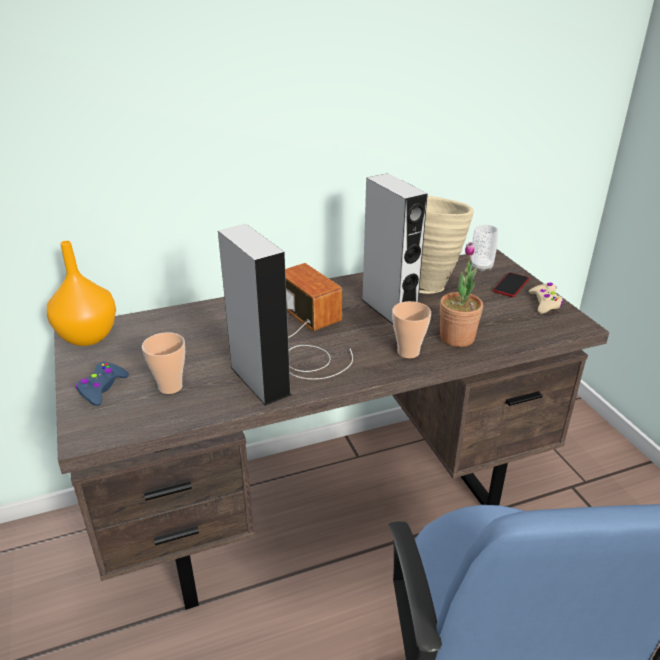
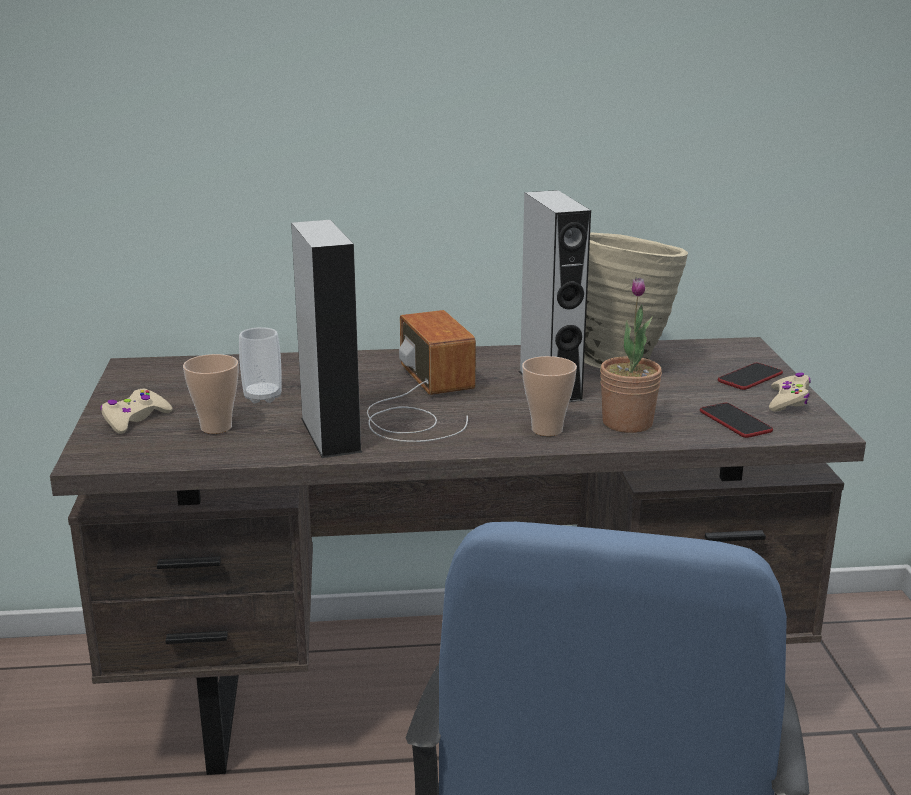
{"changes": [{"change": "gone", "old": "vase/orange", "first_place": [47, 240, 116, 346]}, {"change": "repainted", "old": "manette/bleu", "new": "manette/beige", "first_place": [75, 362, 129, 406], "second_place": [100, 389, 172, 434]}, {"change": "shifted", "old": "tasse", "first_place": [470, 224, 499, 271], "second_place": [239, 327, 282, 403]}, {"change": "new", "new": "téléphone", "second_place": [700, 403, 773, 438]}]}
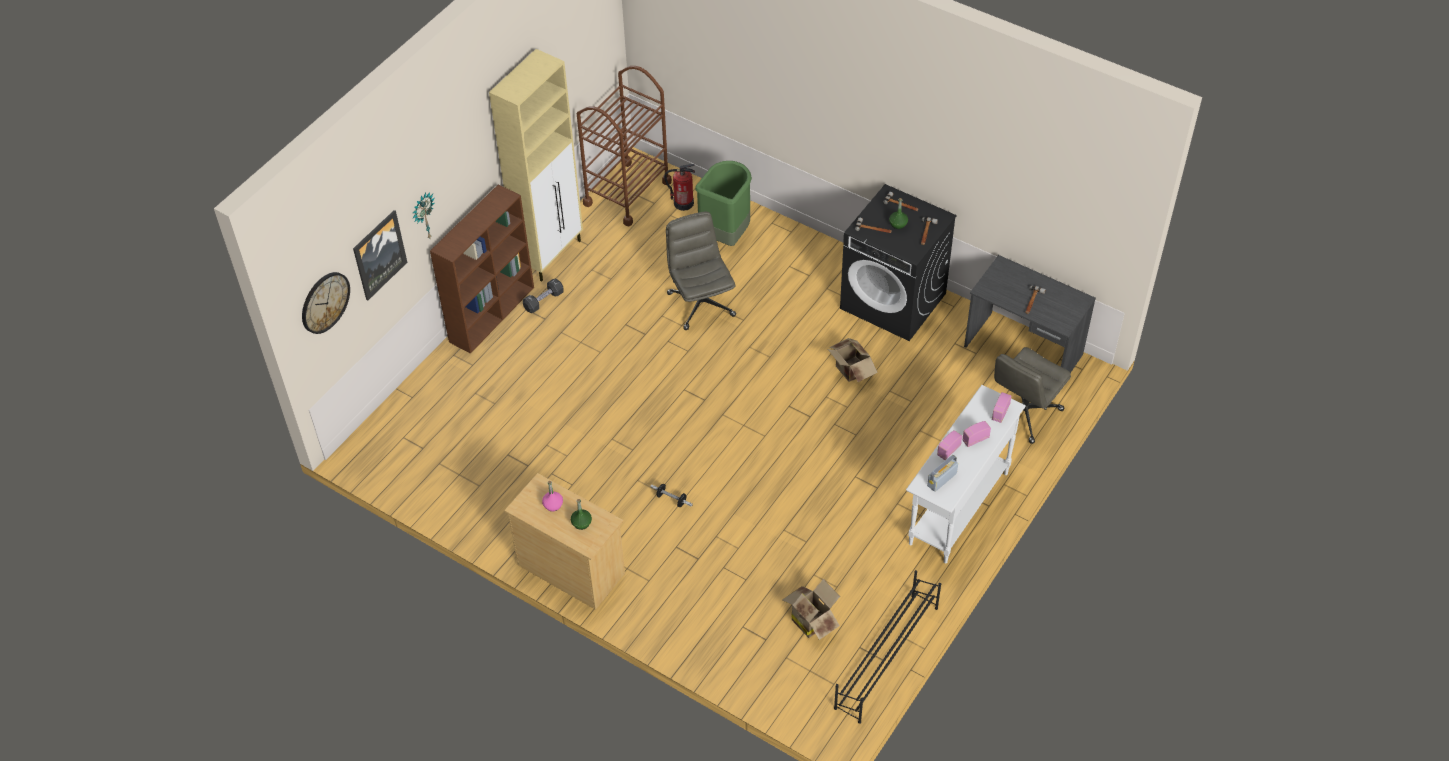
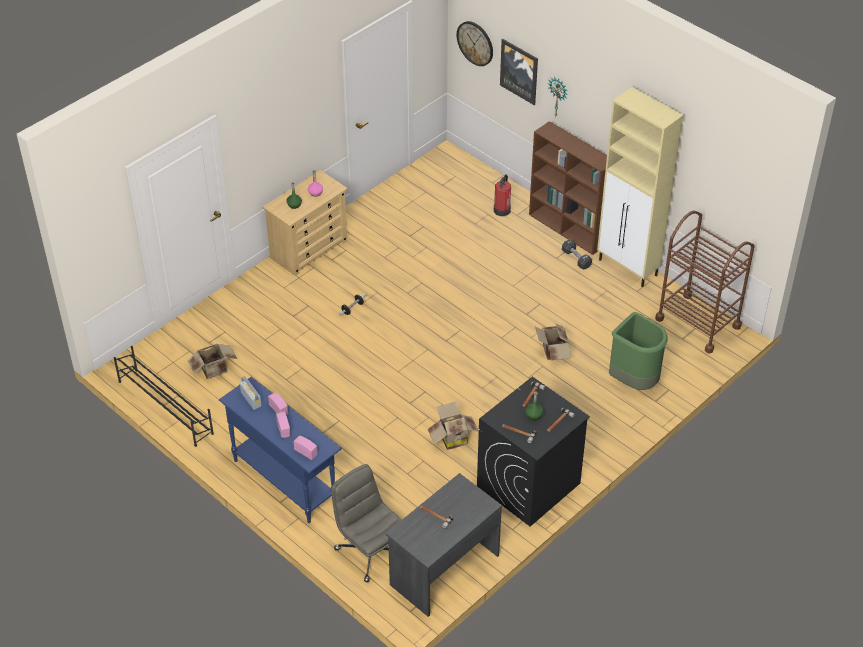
{"changes": [{"change": "shifted", "old": "extincteur", "first_place": [664, 164, 695, 211], "second_place": [494, 174, 511, 216]}, {"change": "swapped", "old": "chaise de bureau/gris", "new": "carton", "first_place": [666, 212, 736, 330], "second_place": [535, 324, 571, 360]}, {"change": "repainted", "old": "table console/blanc", "new": "table console/bleu", "first_place": [906, 385, 1026, 563], "second_place": [219, 377, 342, 523]}]}
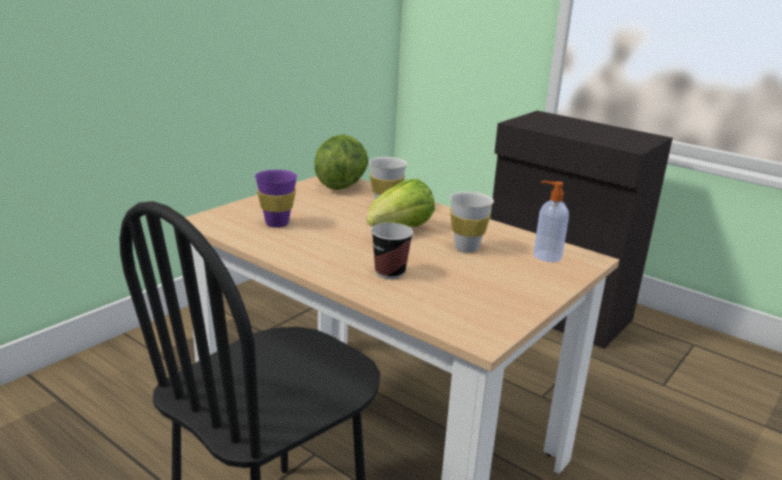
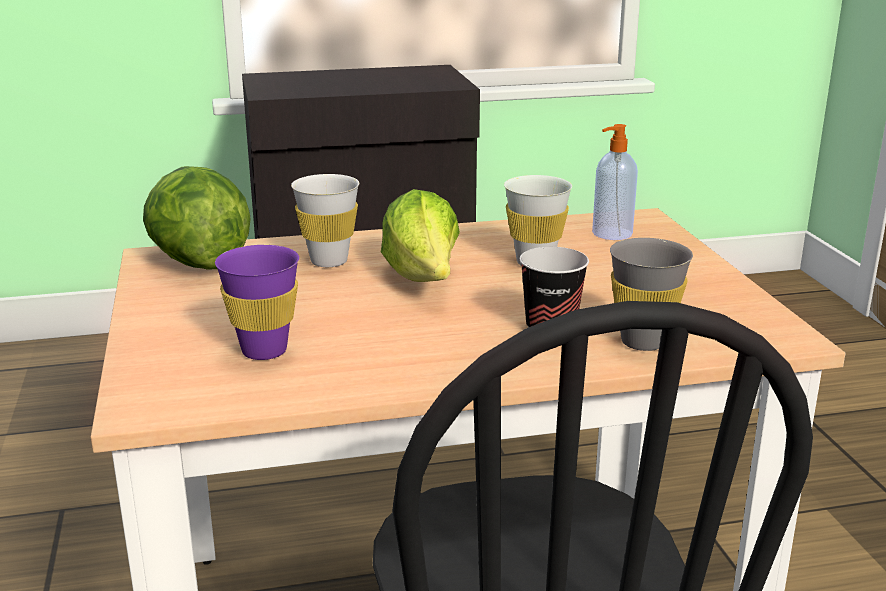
{"changes": [{"change": "new", "new": "tasse/gris", "second_place": [610, 238, 693, 351]}]}
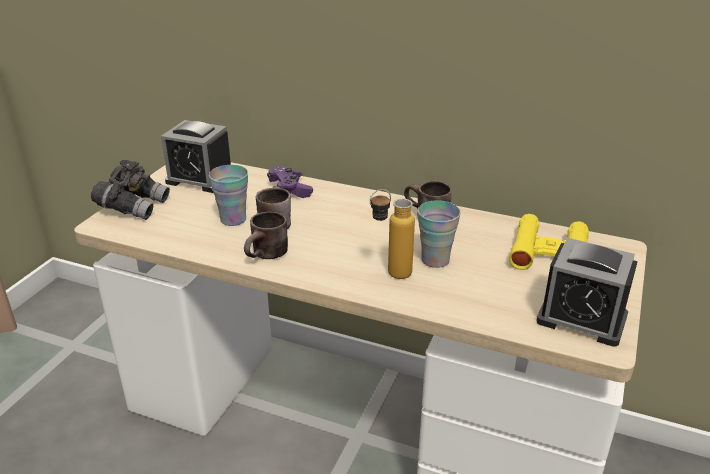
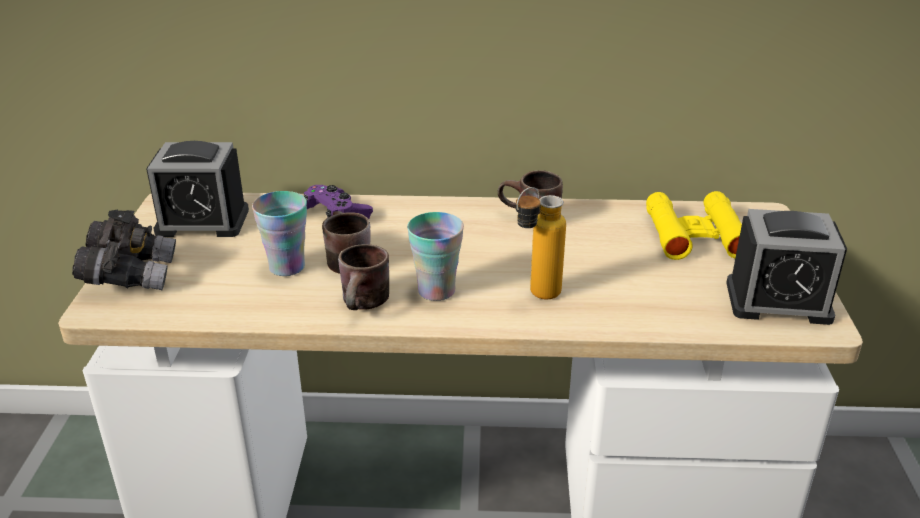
{"changes": [{"change": "shifted", "old": "tasse", "first_place": [418, 200, 461, 268], "second_place": [407, 212, 464, 301]}]}
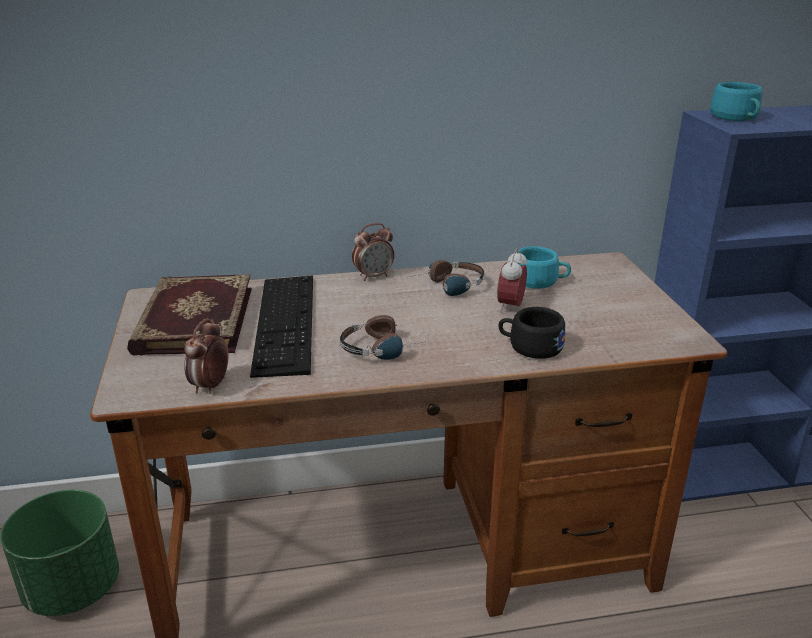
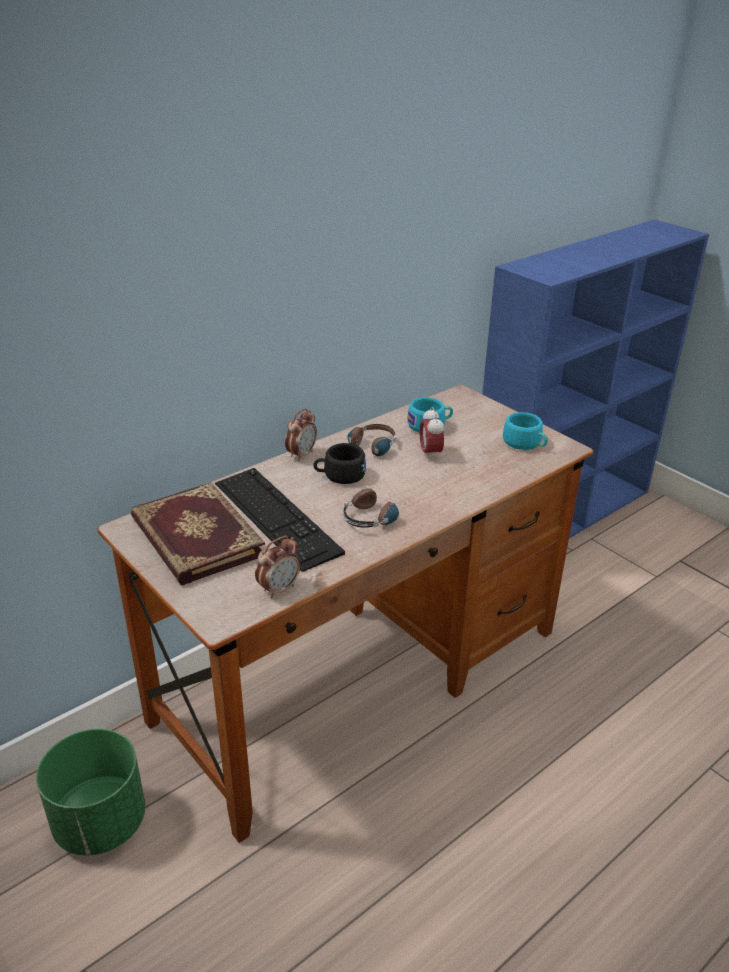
{"changes": [{"change": "rotated", "old": "réveil", "first_place": [184, 318, 229, 394], "second_place": [255, 536, 301, 599], "degrees": -120}, {"change": "shifted", "old": "tasse/noir", "first_place": [499, 307, 565, 359], "second_place": [313, 443, 366, 484]}, {"change": "shifted", "old": "tasse/turquoise", "first_place": [710, 82, 763, 121], "second_place": [503, 412, 548, 450]}]}
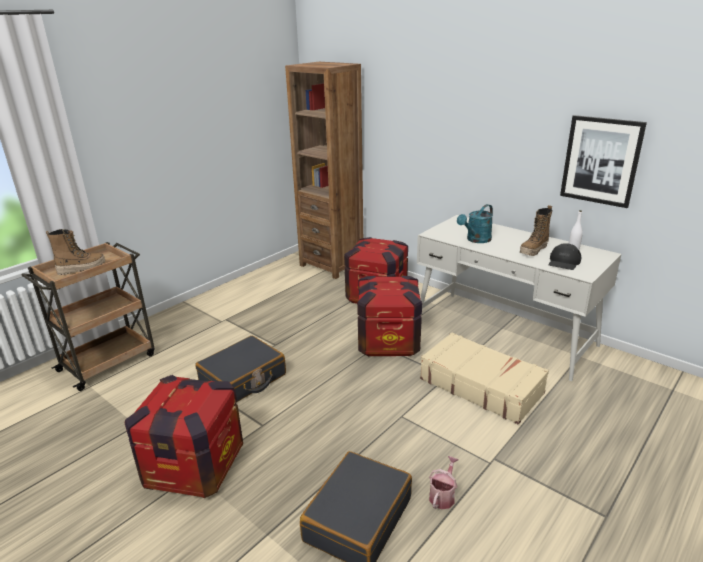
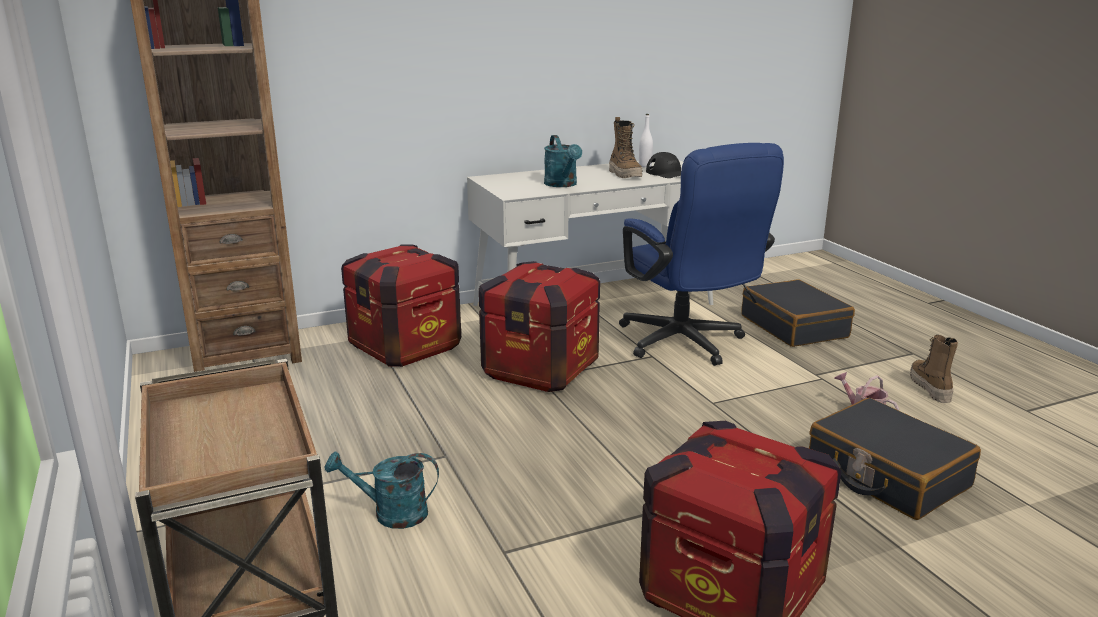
{"changes": [{"change": "shifted", "old": "botte", "first_place": [46, 229, 105, 275], "second_place": [910, 335, 958, 403]}, {"change": "shifted", "old": "valise/noir", "first_place": [195, 336, 286, 402], "second_place": [741, 279, 855, 347]}, {"change": "swapped", "old": "valise/beige", "new": "chaise de bureau/bleu", "first_place": [420, 332, 549, 424], "second_place": [619, 143, 784, 366]}, {"change": "gone", "old": "tableau", "first_place": [560, 115, 647, 208]}, {"change": "new", "new": "arrosoir/turquoise", "second_place": [325, 451, 439, 529]}]}
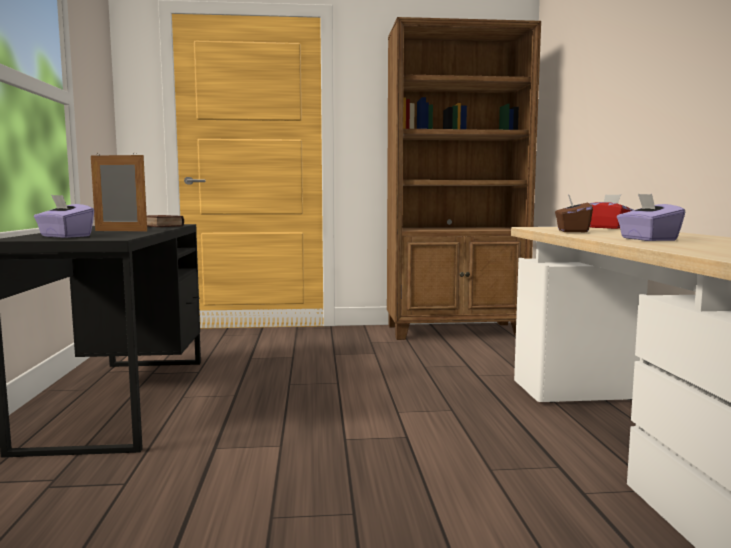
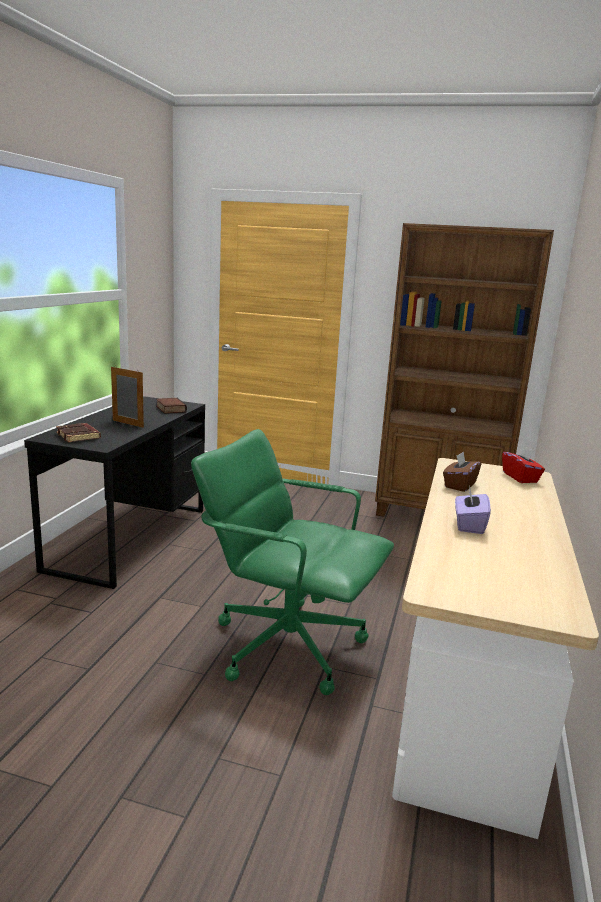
{"changes": [{"change": "swapped", "old": "boîte à mouchoirs/violet", "new": "livre/marron", "first_place": [34, 195, 94, 238], "second_place": [56, 423, 101, 442]}, {"change": "new", "new": "chaise de bureau/vert", "second_place": [191, 429, 394, 695]}]}
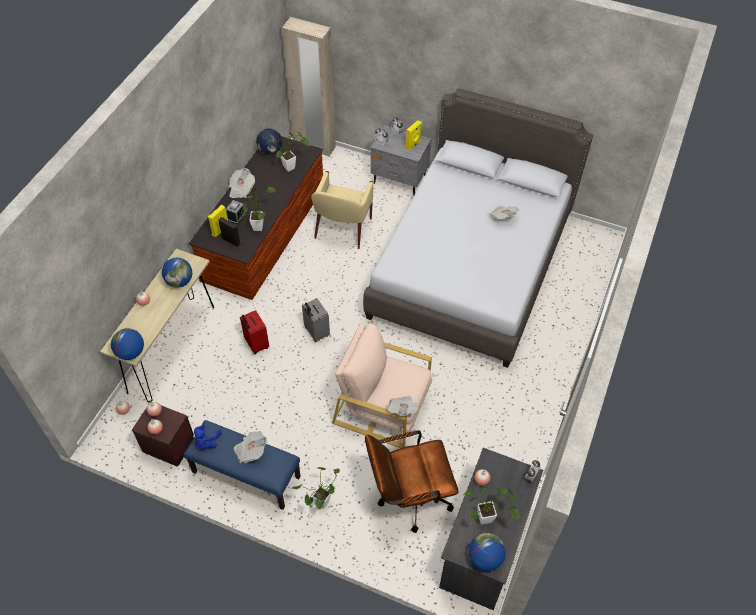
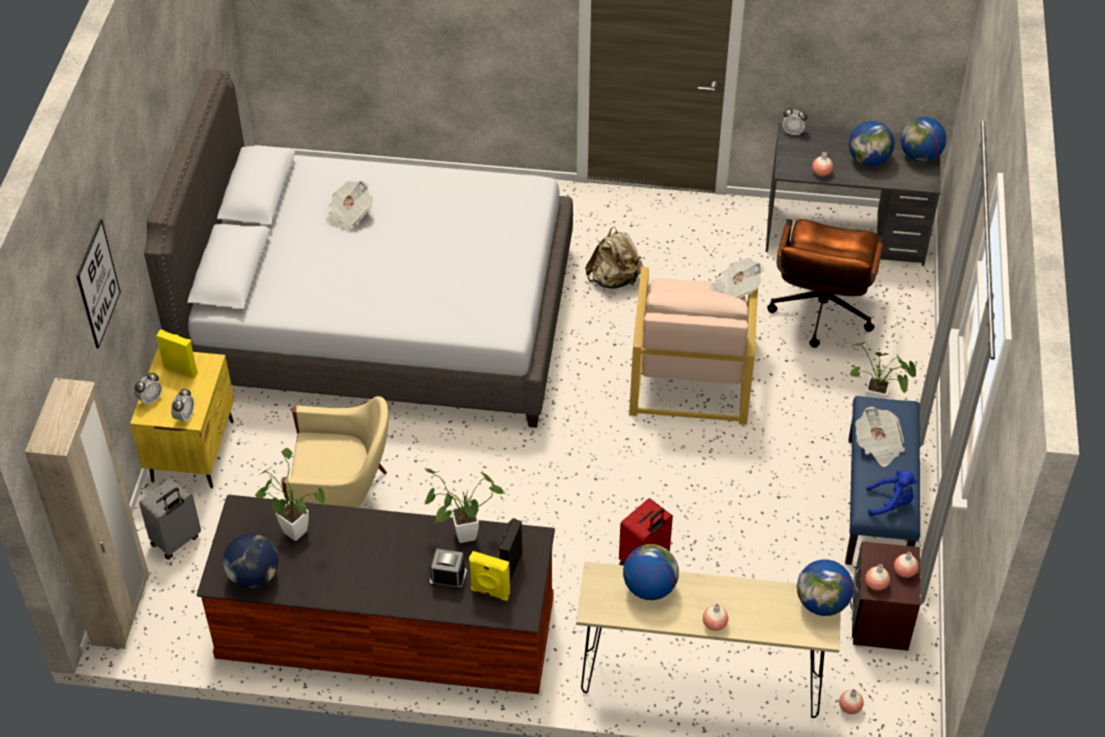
{"changes": [{"change": "gone", "old": "journal", "first_place": [229, 168, 255, 198]}, {"change": "shifted", "old": "valise/gris", "first_place": [302, 298, 330, 342], "second_place": [139, 478, 201, 560]}, {"change": "rotated", "old": "chaise de bureau/marron", "first_place": [365, 430, 459, 533], "second_place": [767, 219, 885, 348], "degrees": 45}, {"change": "repainted", "old": "table de chevet/gris", "new": "table de chevet/jaune", "first_place": [371, 125, 432, 196], "second_place": [130, 348, 234, 488]}, {"change": "swapped", "old": "plante en pot", "new": "globe", "first_place": [463, 487, 519, 525], "second_place": [849, 121, 895, 166]}, {"change": "new", "new": "tableau", "second_place": [76, 219, 121, 349]}, {"change": "new", "new": "sac à dos/beige", "second_place": [585, 226, 644, 289]}]}
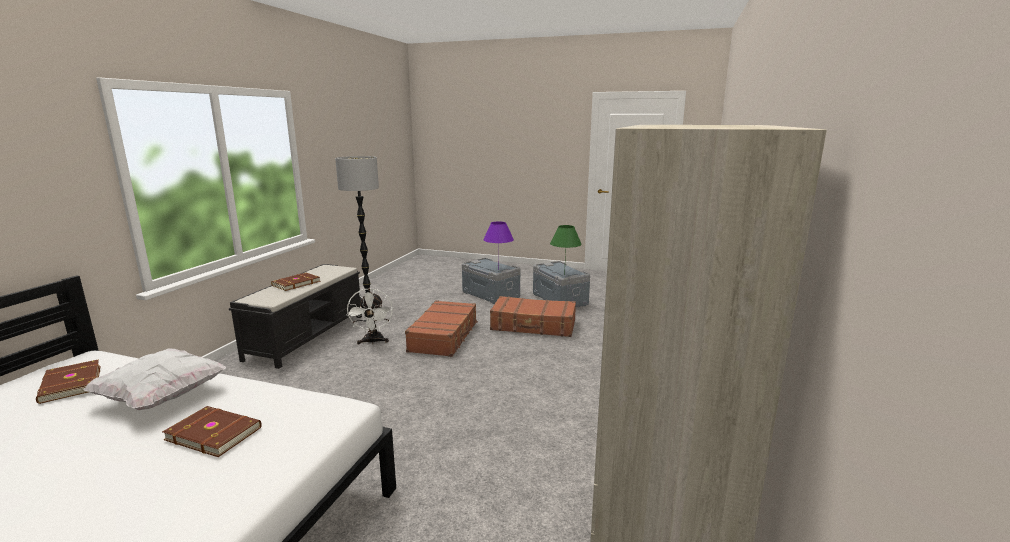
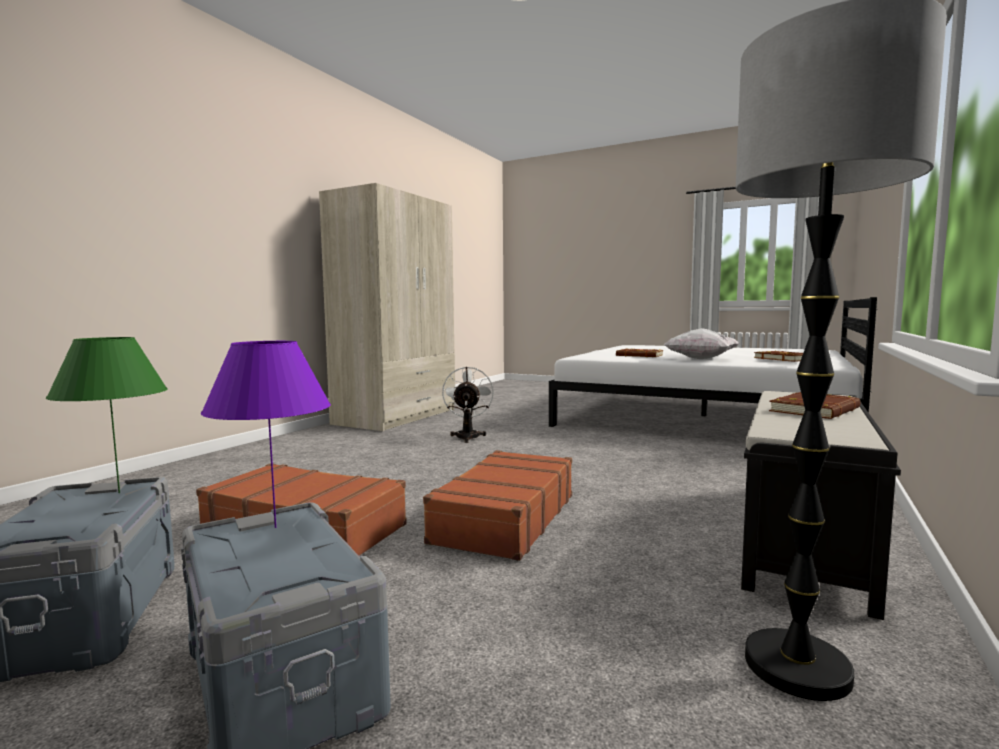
{"changes": [{"change": "shifted", "old": "ventilateur/blanc", "first_place": [346, 288, 393, 345], "second_place": [442, 367, 494, 443]}]}
